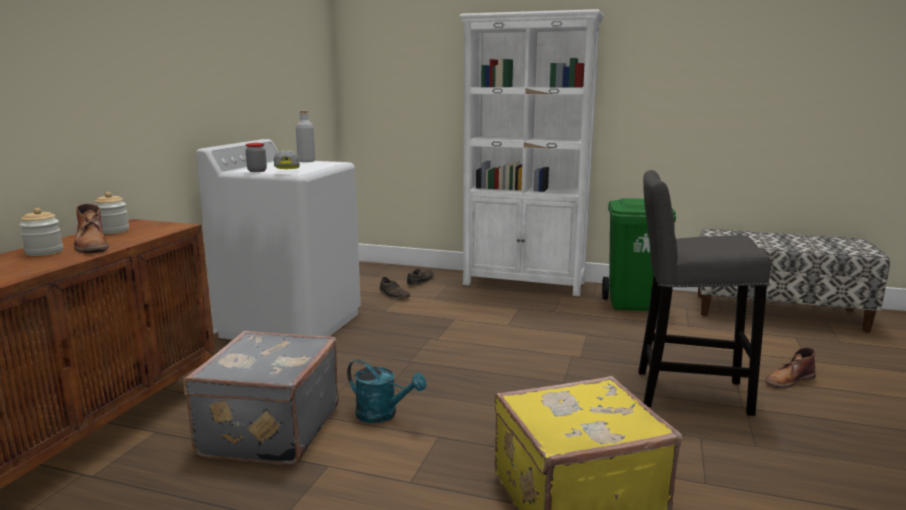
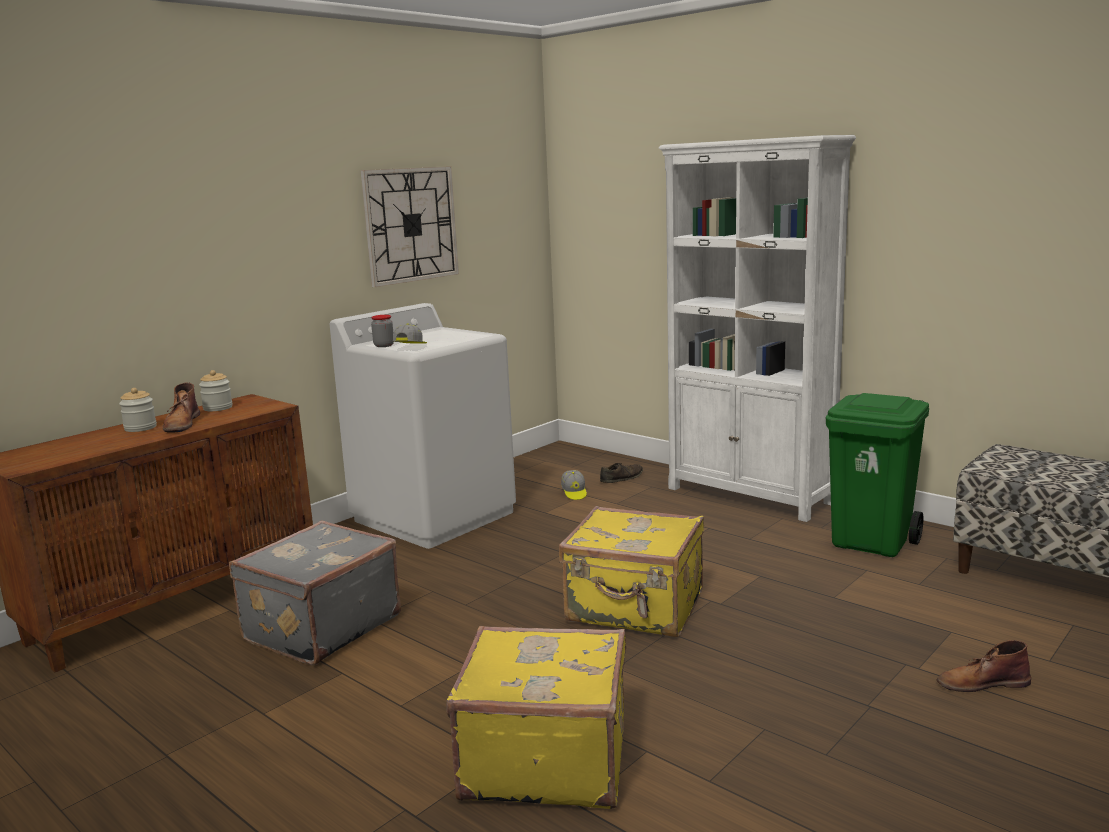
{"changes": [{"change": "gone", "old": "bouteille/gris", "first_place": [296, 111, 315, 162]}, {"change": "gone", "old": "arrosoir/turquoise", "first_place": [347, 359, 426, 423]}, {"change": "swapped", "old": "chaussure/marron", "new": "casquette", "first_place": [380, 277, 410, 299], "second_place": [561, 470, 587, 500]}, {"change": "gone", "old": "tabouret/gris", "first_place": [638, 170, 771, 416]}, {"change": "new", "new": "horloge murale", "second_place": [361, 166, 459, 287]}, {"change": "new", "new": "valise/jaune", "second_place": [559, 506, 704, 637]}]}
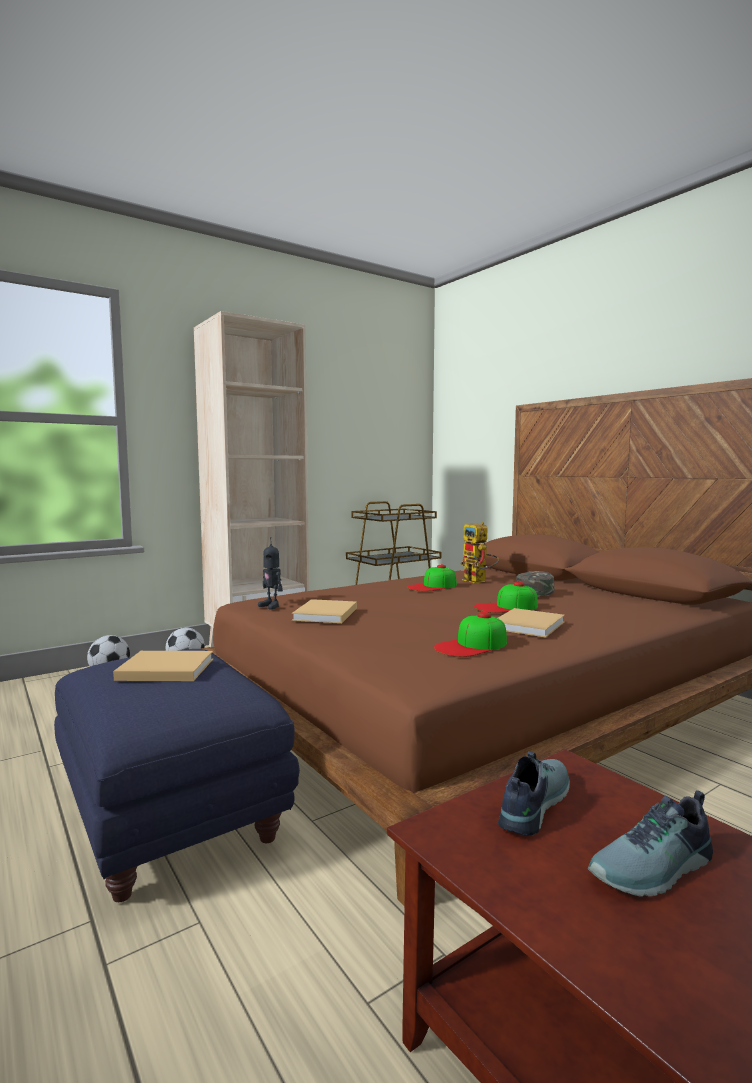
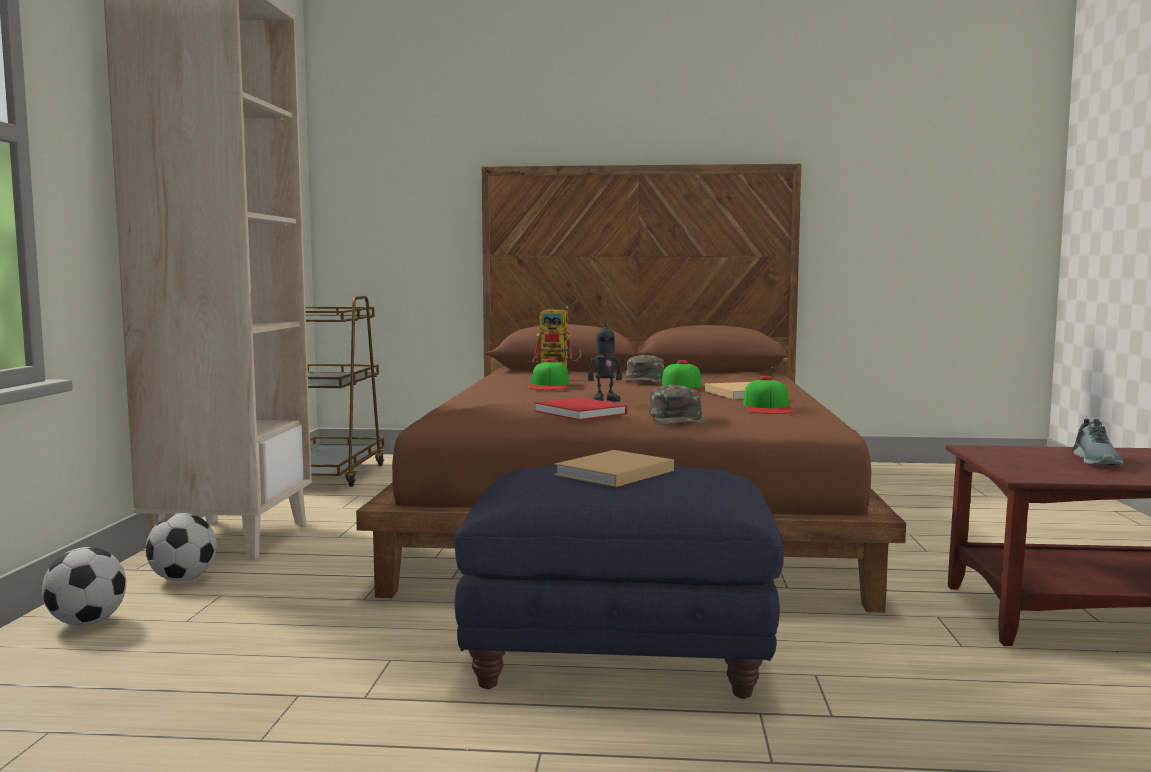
{"changes": [{"change": "shifted", "old": "robot jouet", "first_place": [258, 537, 283, 610], "second_place": [588, 317, 622, 402]}, {"change": "repainted", "old": "livre/beige", "new": "livre/rouge", "first_place": [292, 599, 357, 623], "second_place": [534, 397, 627, 420]}, {"change": "gone", "old": "chaussure", "first_place": [498, 751, 570, 836]}, {"change": "new", "new": "casquette/vert", "second_place": [649, 385, 707, 425]}]}
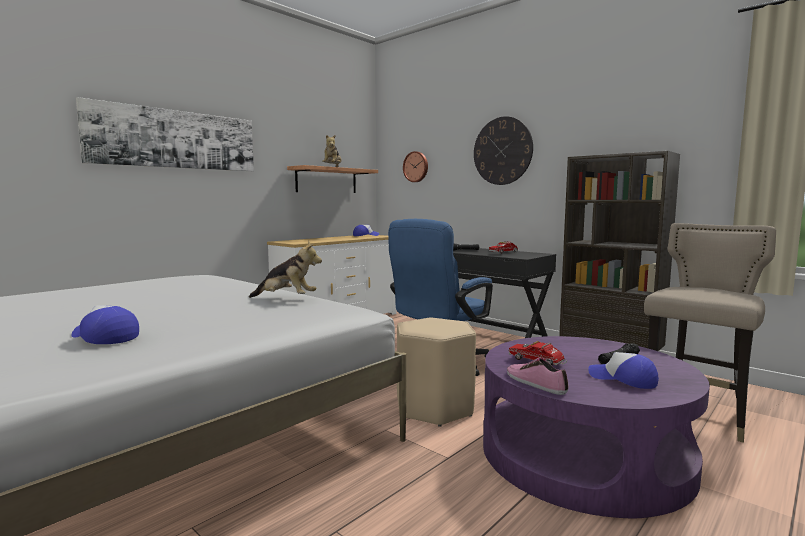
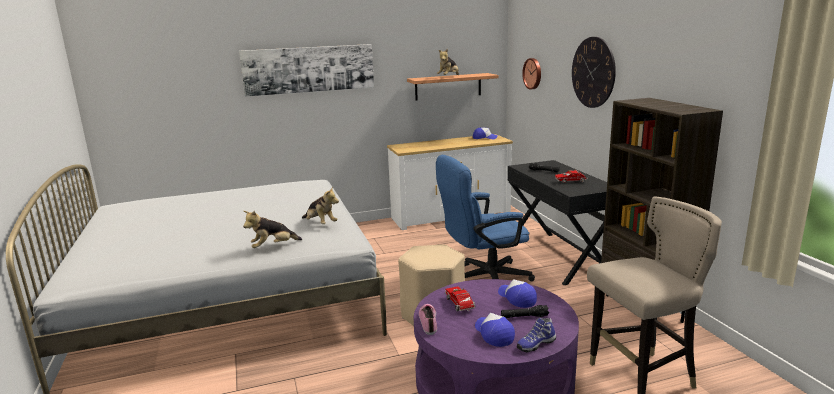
{"changes": [{"change": "shifted", "old": "casquette", "first_place": [71, 305, 139, 344], "second_place": [498, 279, 537, 308]}, {"change": "new", "new": "peluche", "second_place": [243, 211, 302, 248]}, {"change": "new", "new": "chaussure", "second_place": [517, 318, 556, 352]}]}
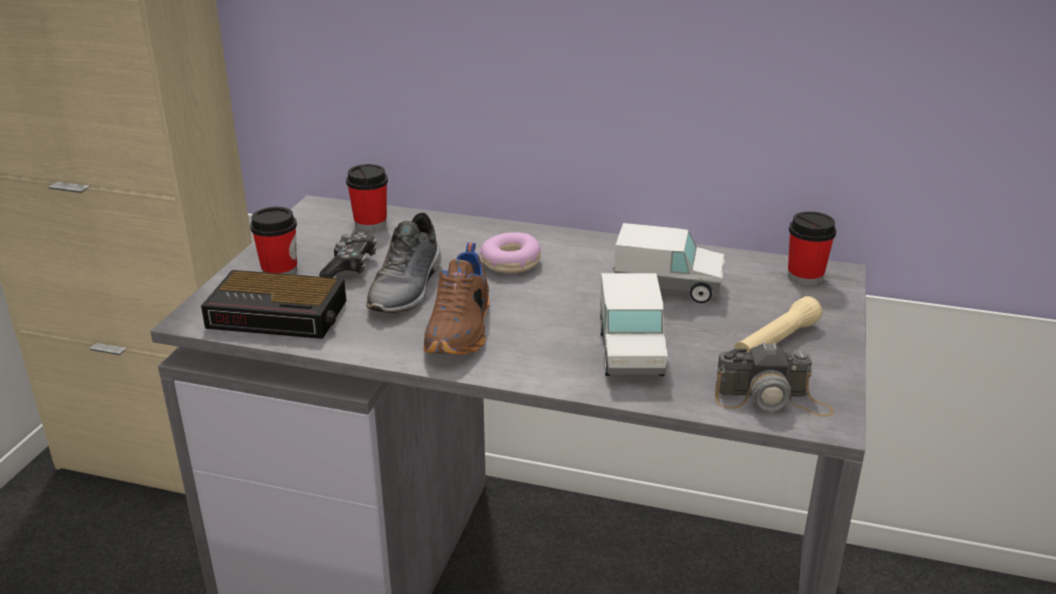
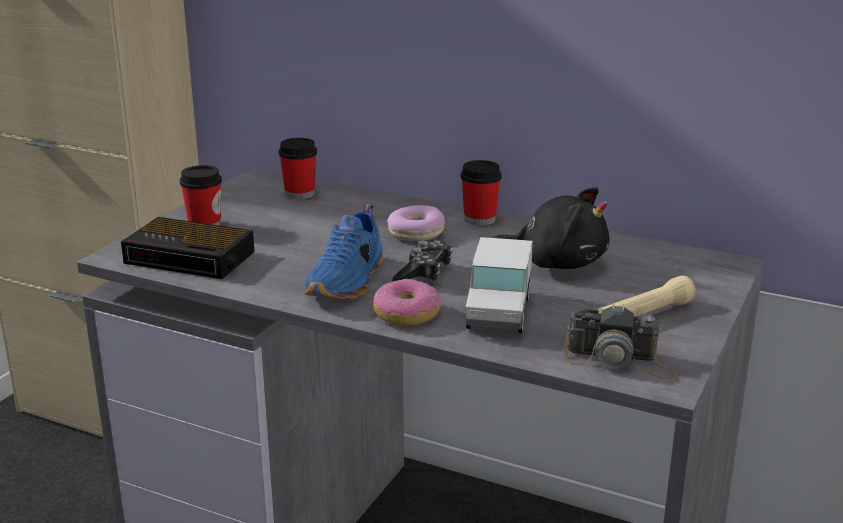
{"changes": [{"change": "shifted", "old": "manette", "first_place": [319, 231, 377, 278], "second_place": [392, 240, 453, 281]}, {"change": "gone", "old": "chaussure/gris", "first_place": [366, 213, 441, 313]}, {"change": "repainted", "old": "chaussure/marron", "new": "chaussure/bleu", "first_place": [423, 242, 490, 355], "second_place": [305, 204, 383, 299]}, {"change": "swapped", "old": "camion jouet", "new": "peluche/noir", "first_place": [613, 223, 725, 303], "second_place": [493, 187, 609, 269]}, {"change": "shifted", "old": "tasse", "first_place": [788, 211, 836, 285], "second_place": [461, 160, 502, 226]}, {"change": "new", "new": "beignet", "second_place": [373, 279, 441, 326]}]}
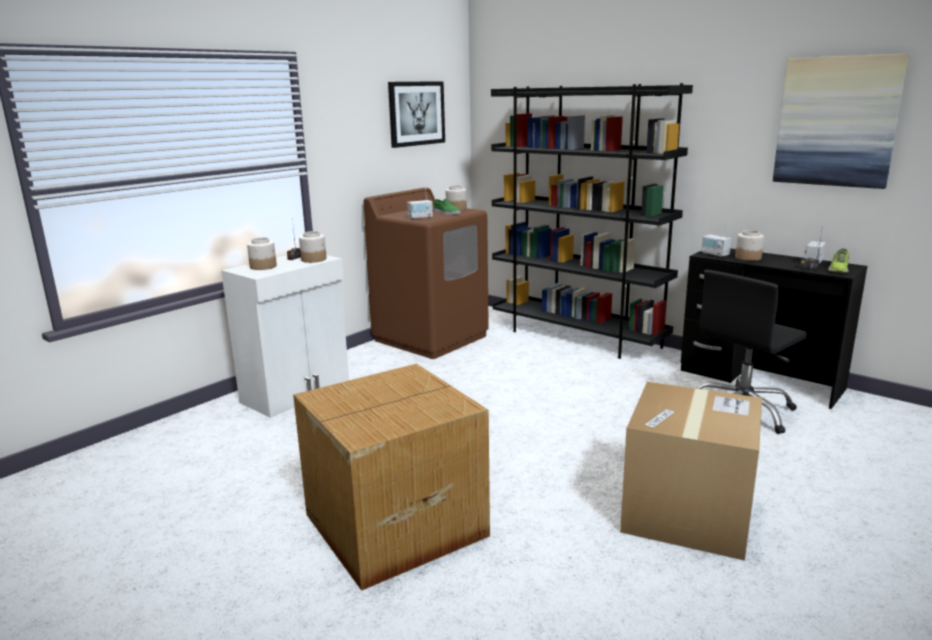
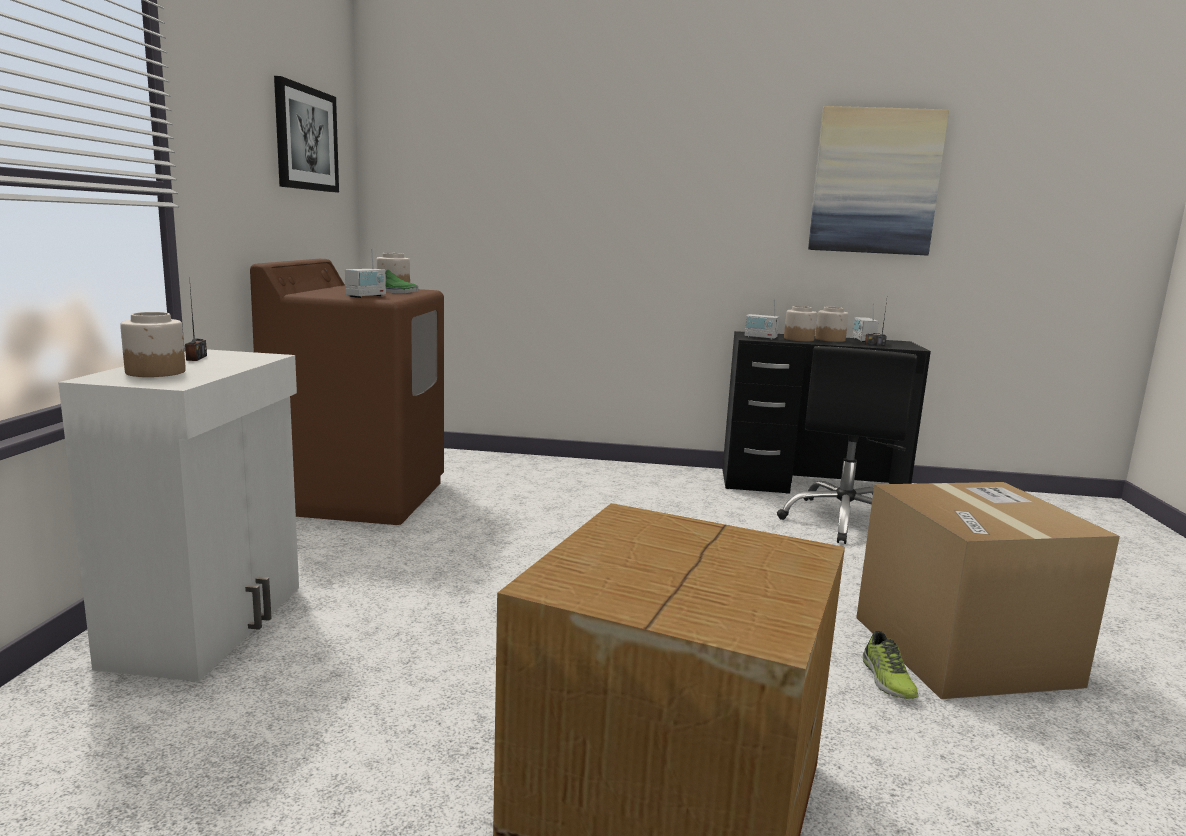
{"changes": [{"change": "shifted", "old": "bocal", "first_place": [299, 231, 327, 263], "second_place": [815, 307, 849, 342]}, {"change": "gone", "old": "bibliothèque/noir", "first_place": [491, 83, 693, 359]}, {"change": "shifted", "old": "chaussure", "first_place": [828, 248, 849, 273], "second_place": [863, 631, 918, 699]}]}
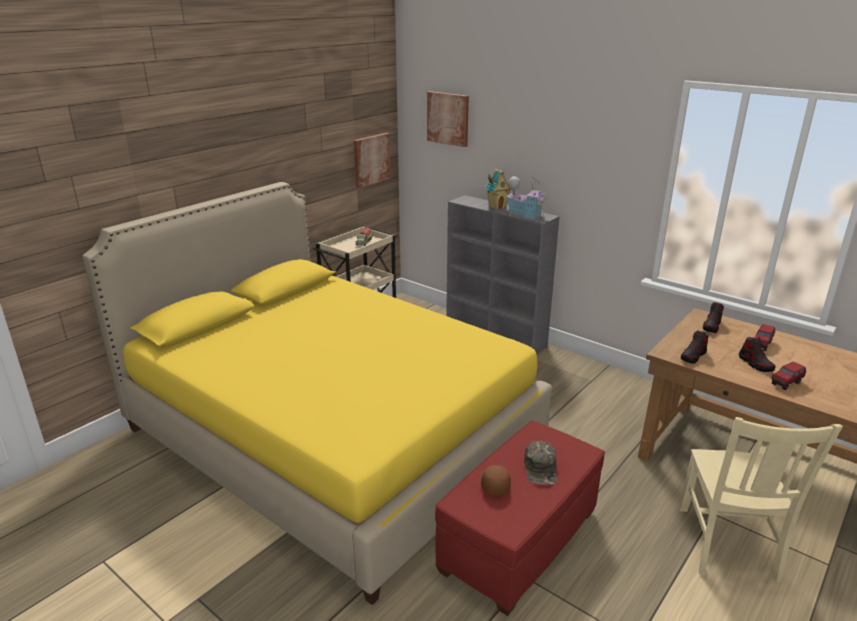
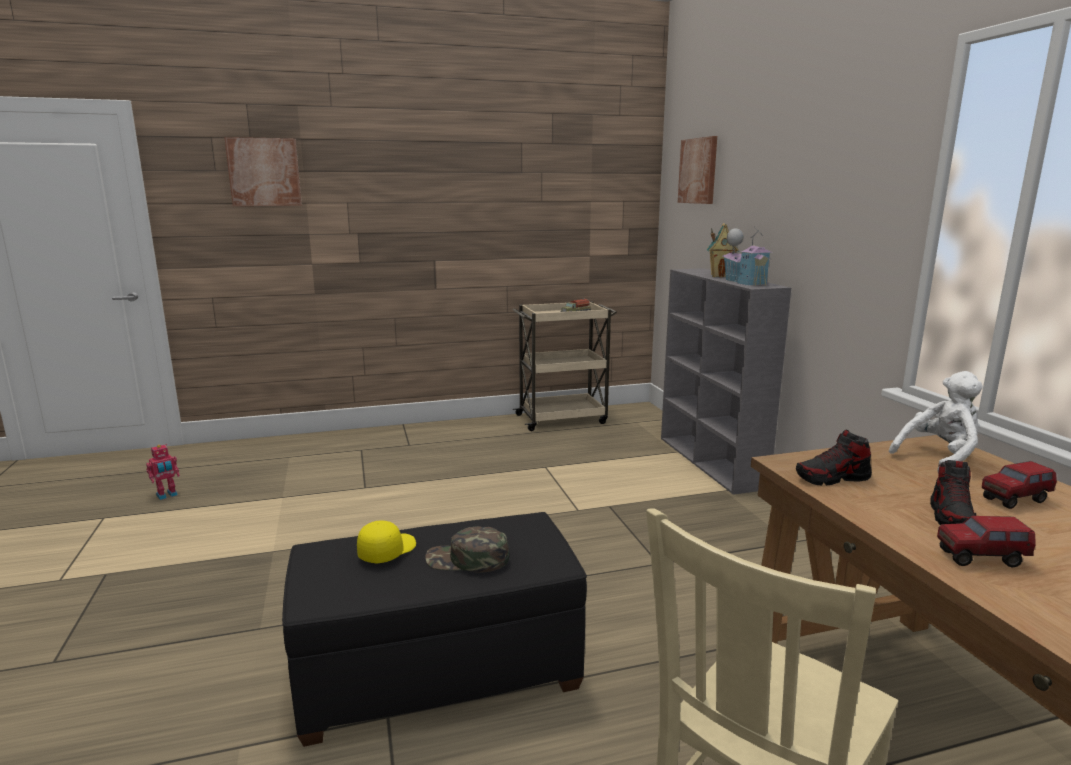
{"changes": [{"change": "gone", "old": "lit/jaune", "first_place": [82, 182, 552, 605]}, {"change": "shifted", "old": "tableau", "first_place": [354, 133, 391, 188], "second_place": [224, 137, 302, 206]}, {"change": "repainted", "old": "pouf/rouge", "new": "pouf/noir", "first_place": [435, 420, 605, 616], "second_place": [282, 512, 587, 747]}, {"change": "repainted", "old": "casquette/marron", "new": "casquette/jaune", "first_place": [480, 465, 511, 495], "second_place": [357, 520, 416, 564]}, {"change": "rotated", "old": "casquette/vert", "first_place": [524, 441, 557, 485], "second_place": [425, 526, 509, 573], "degrees": 60}, {"change": "swapped", "old": "chaussure", "new": "peluche/blanc", "first_place": [703, 302, 724, 333], "second_place": [889, 371, 983, 474]}, {"change": "new", "new": "robot jouet", "second_place": [146, 444, 180, 500]}]}
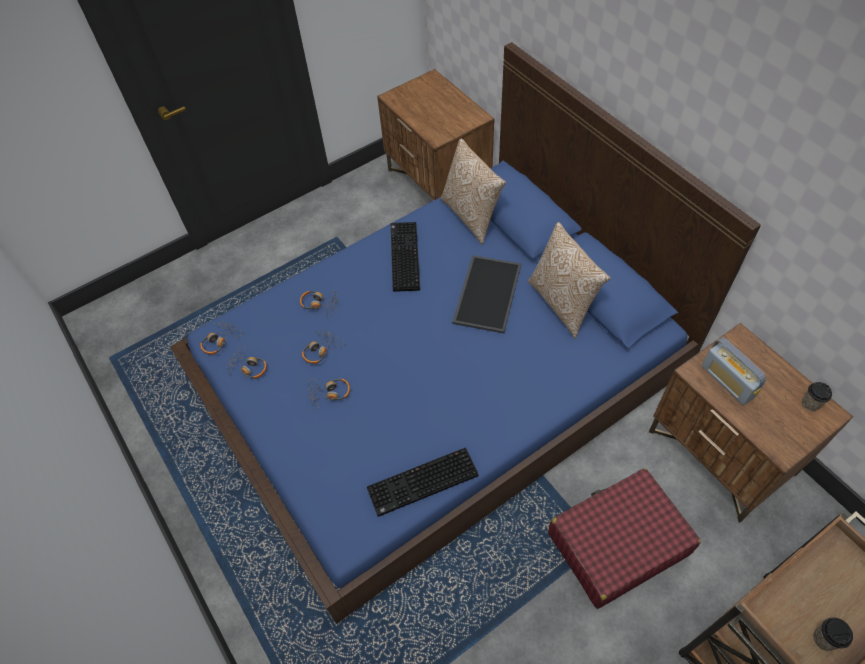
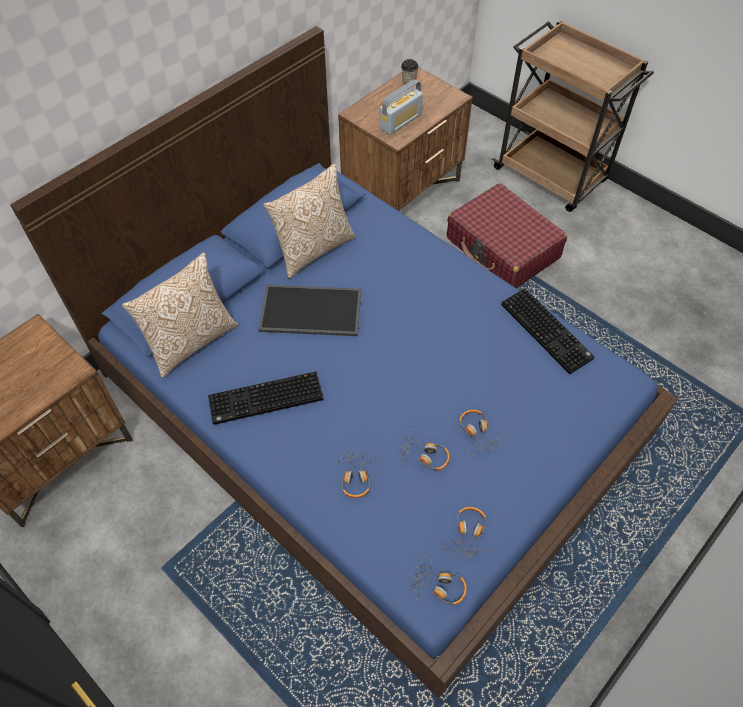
{"changes": [{"change": "gone", "old": "tasse", "first_place": [813, 617, 853, 651]}]}
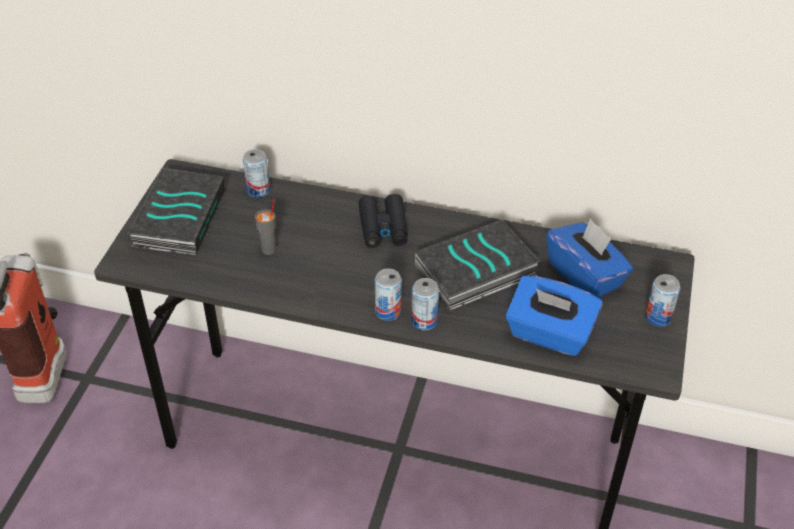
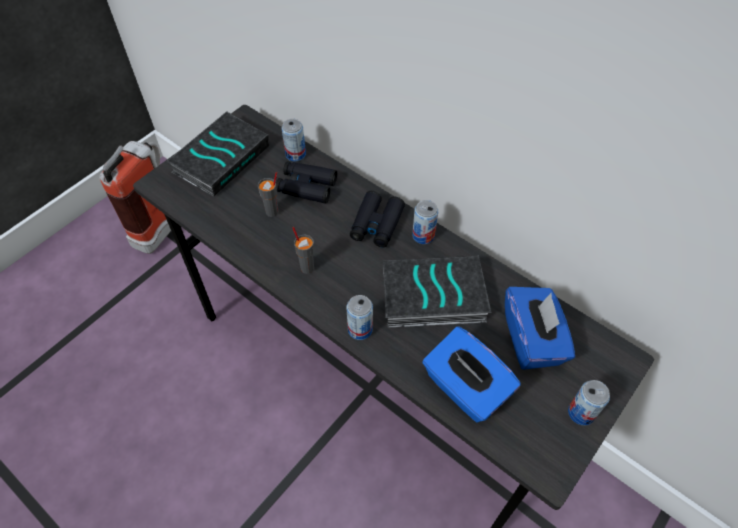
{"changes": [{"change": "shifted", "old": "boîte métallique", "first_place": [375, 268, 402, 321], "second_place": [412, 200, 438, 244]}, {"change": "new", "new": "jumelles/noir", "second_place": [276, 161, 337, 204]}, {"change": "new", "new": "tasse/gris", "second_place": [292, 227, 314, 274]}]}
